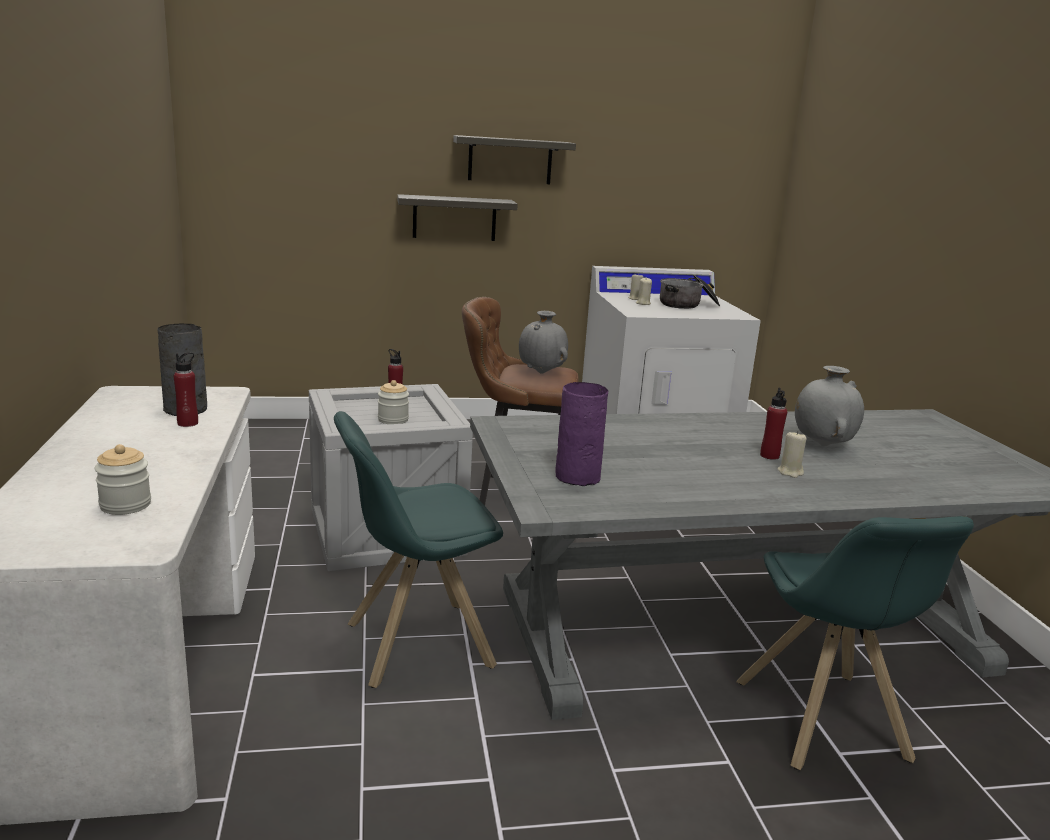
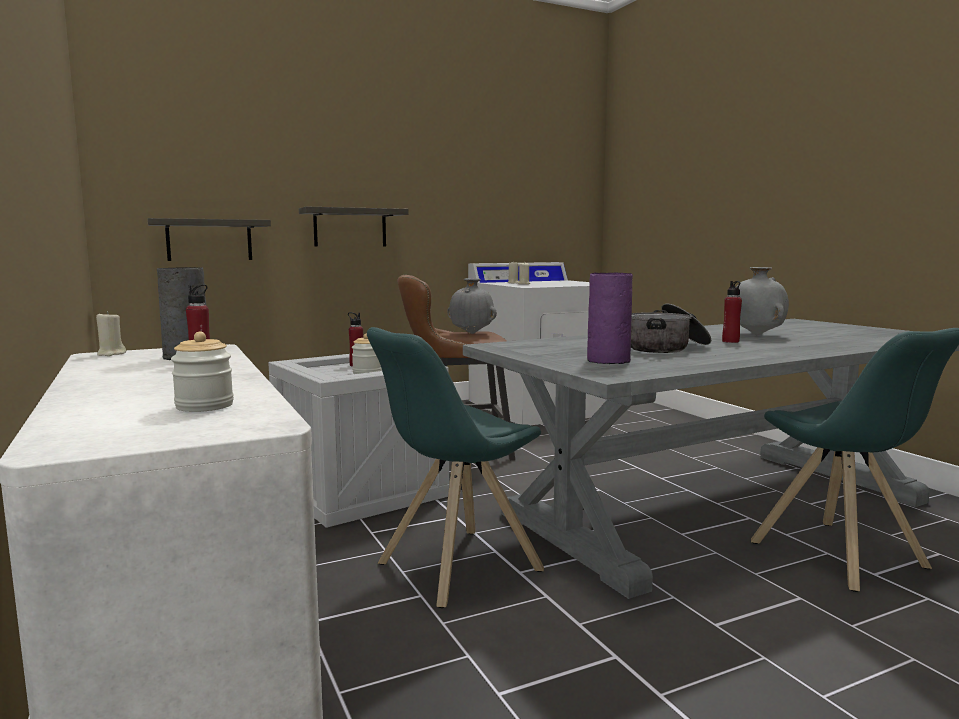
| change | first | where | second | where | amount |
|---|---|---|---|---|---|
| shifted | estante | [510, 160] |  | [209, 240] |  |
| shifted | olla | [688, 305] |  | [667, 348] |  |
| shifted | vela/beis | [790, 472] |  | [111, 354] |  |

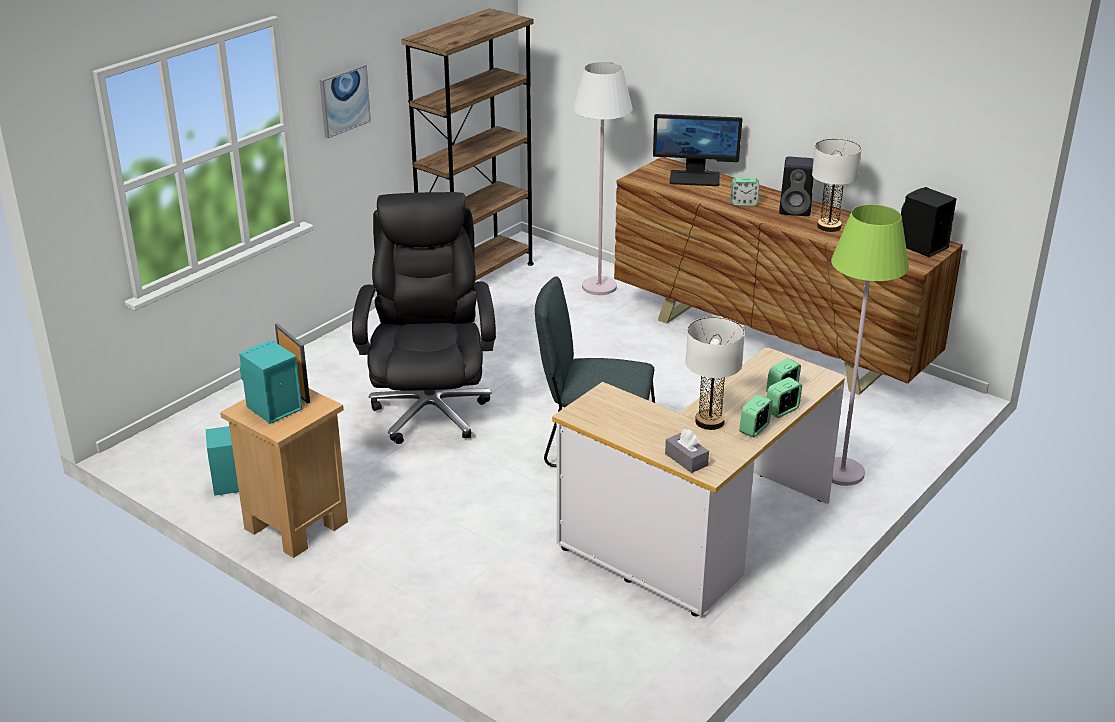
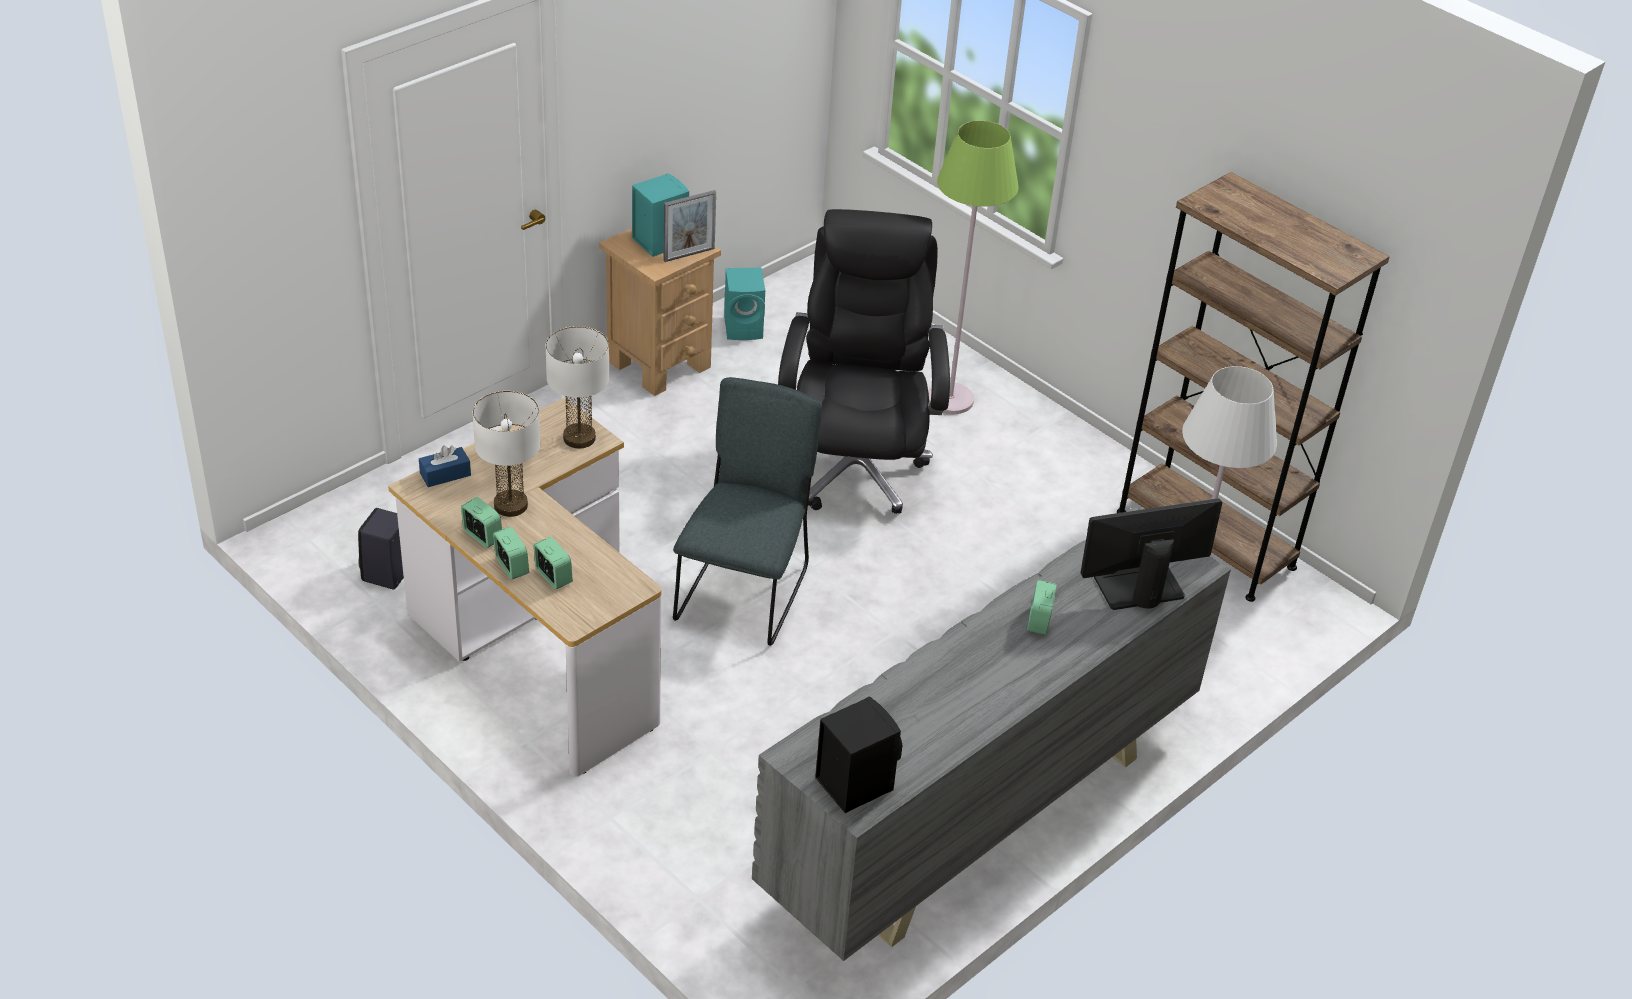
| change | first | where | second | where | amount |
|---|---|---|---|---|---|
| gone | cuadro | [344, 100] |  |  |  |
| rotated | monitor | [695, 178] |  | [1138, 588] | 60 degrees clockwise |
| shifted | lámpara de mesa | [829, 226] |  | [579, 438] |  |
| repainted | armario/marrón | [770, 344] | armario/gris | [981, 819] |  |
| shifted | altavoz/negro | [796, 210] |  | [387, 574] |  |
| rotated | silla de oficina/negro | [430, 410] |  | [856, 467] | 90 degrees counterclockwise |
| shifted | lámpara de pie/verde | [842, 472] |  | [950, 399] |  |
| repainted | caja de pañuelos/gris | [686, 459] | caja de pañuelos/azul | [445, 474] |  |

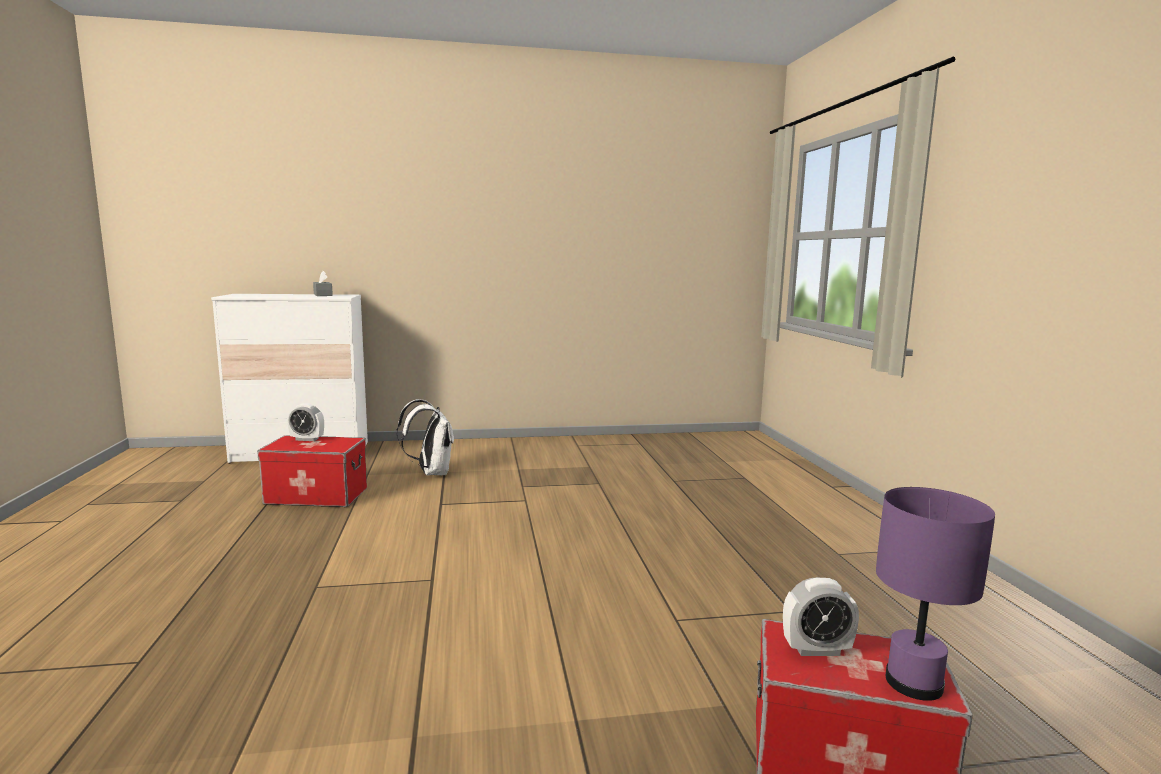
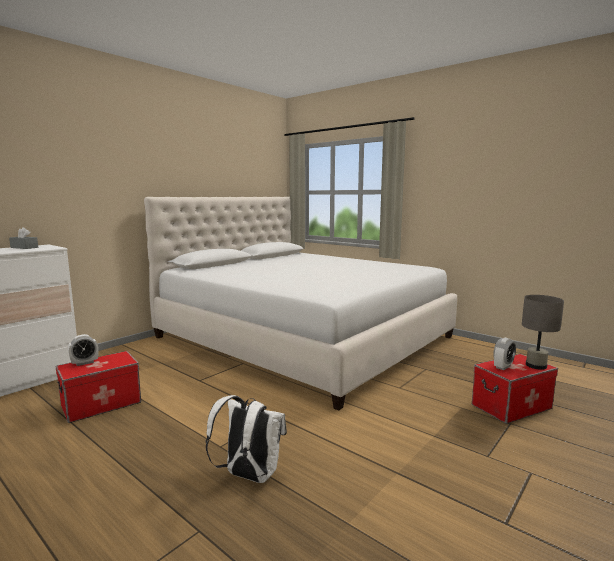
| change | first | where | second | where | amount |
|---|---|---|---|---|---|
| shifted | mochila/blanco | [431, 473] |  | [249, 476] |  |
| repainted | lámpara de mesa/morado | [915, 683] | lámpara de mesa/gris | [536, 365] |  |
| new |  |  | cama/blanco | [303, 337] |  |

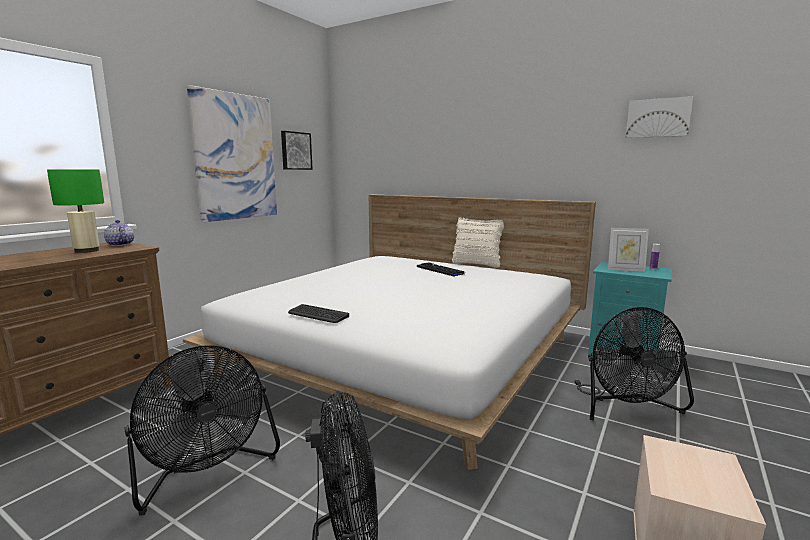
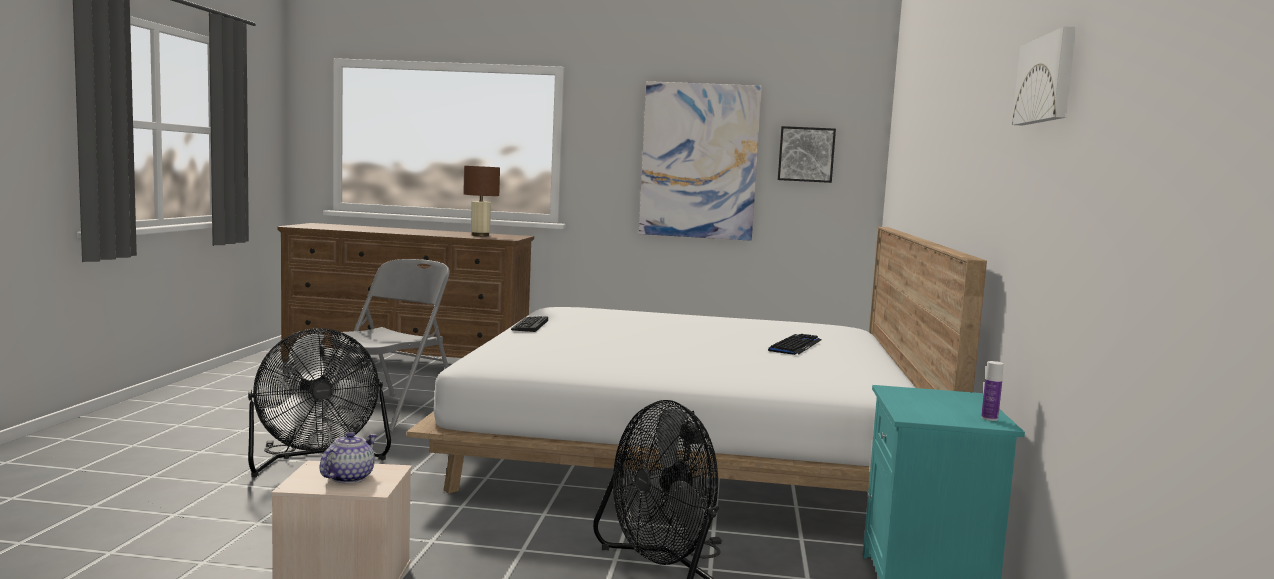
| change | first | where | second | where | amount |
|---|---|---|---|---|---|
| repainted | lámpara de mesa/verde | [86, 251] | lámpara de mesa/marrón | [480, 235] |  |
| gone | cojín/beis | [477, 264] |  |  |  |
| shifted | tetera | [120, 244] |  | [349, 477] |  |
| gone | portarretratos | [625, 270] |  |  |  |
| swapped | ventilador/negro | [201, 472] | silla/gris | [392, 412] |  |

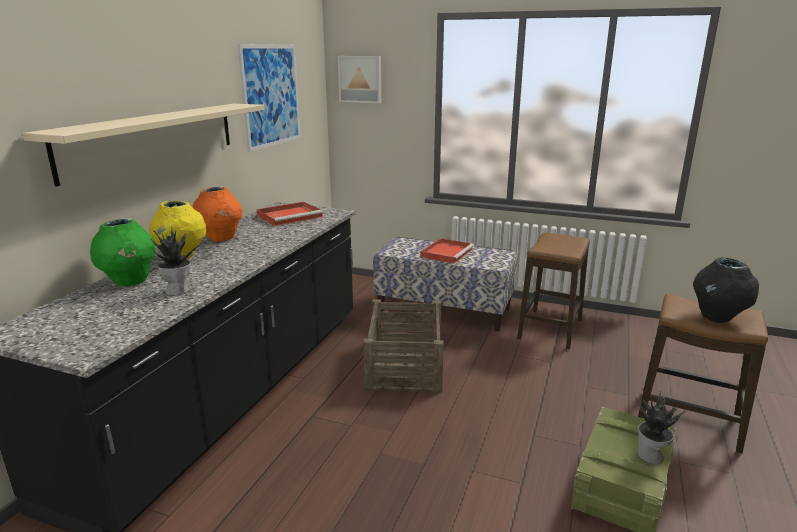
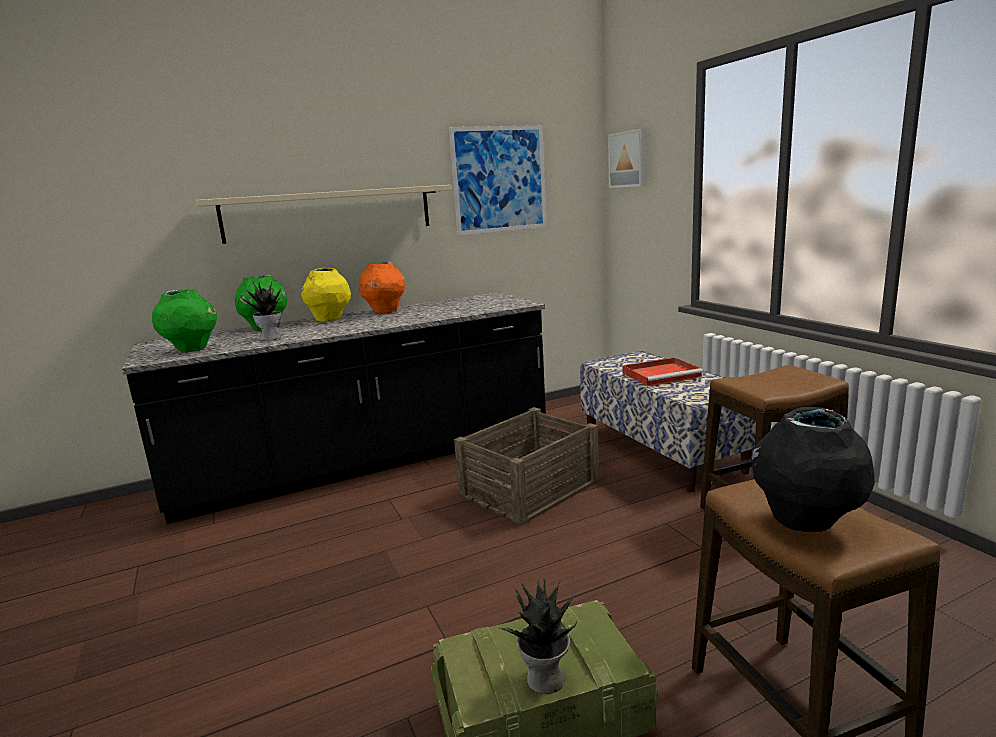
| change | first | where | second | where | amount |
|---|---|---|---|---|---|
| gone | bandeja/rojo | [290, 216] |  |  |  |
| new |  |  | florero/verde | [192, 350] |  |

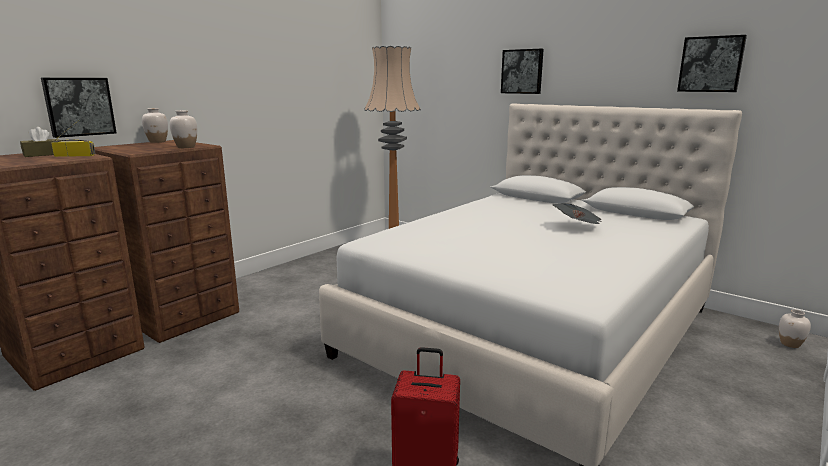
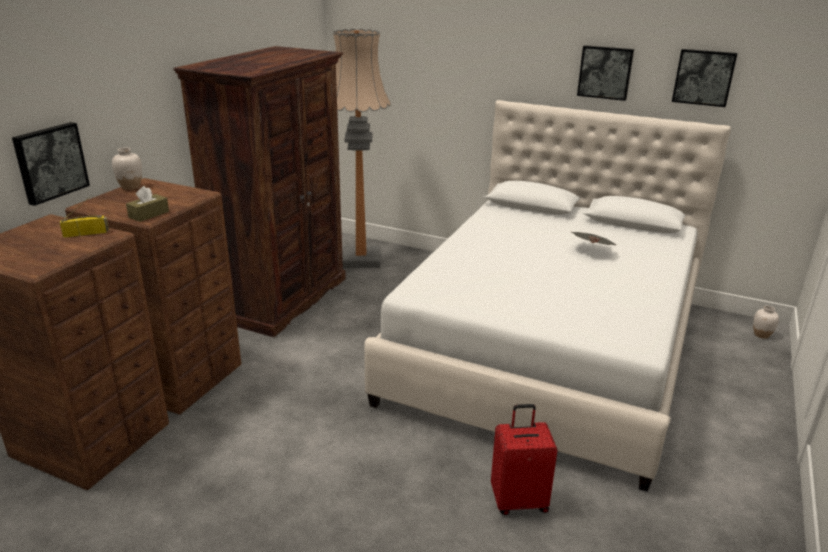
| change | first | where | second | where | amount |
|---|---|---|---|---|---|
| shifted | cuadro | [522, 71] |  | [605, 72] |  |
| gone | florero/blanco | [186, 147] |  |  |  |
| shifted | caja de pañuelos/marrón | [43, 154] |  | [149, 214] |  |
| new |  |  | armario ropero/marrón | [283, 298] |  |

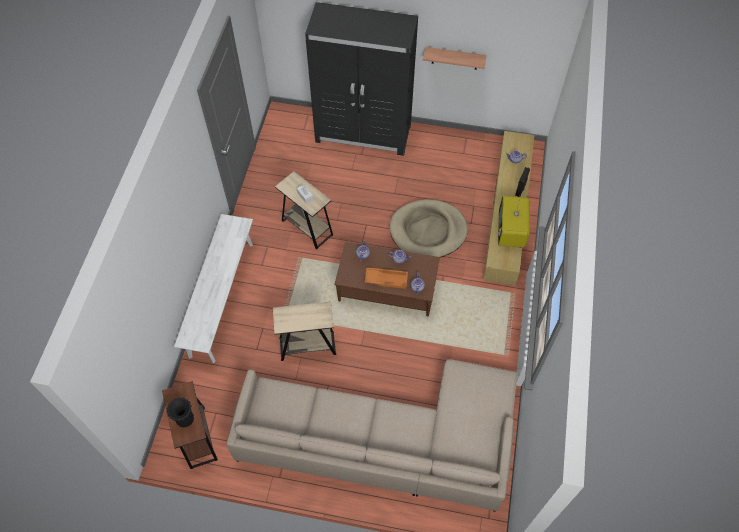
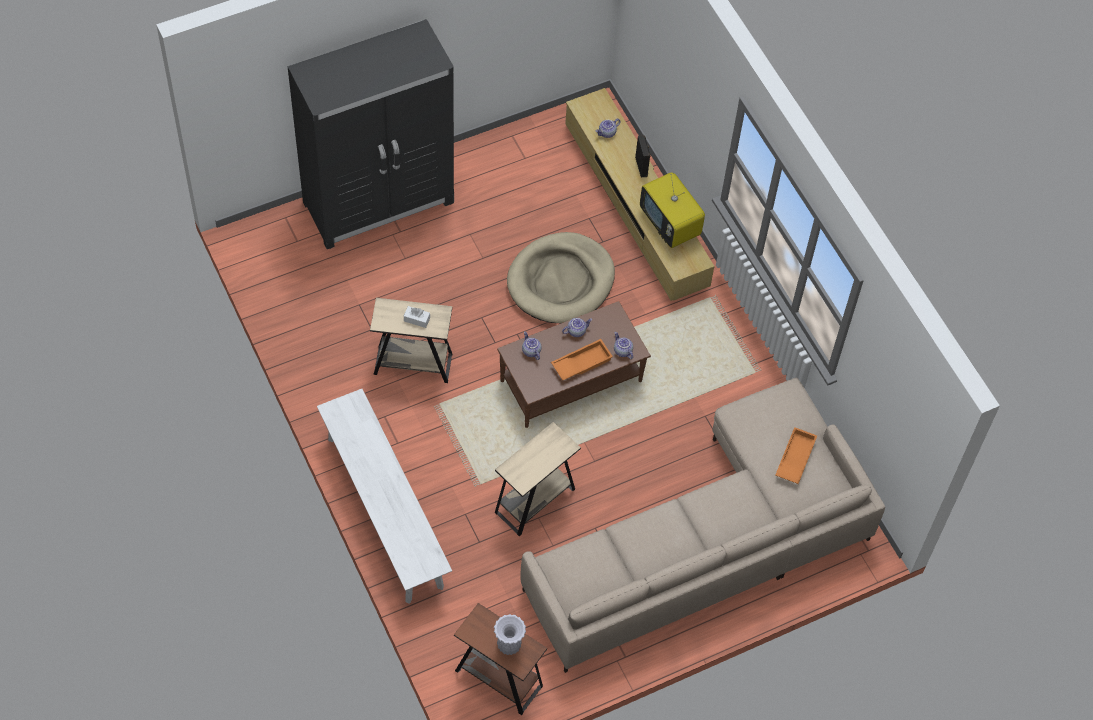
| change | first | where | second | where | amount |
|---|---|---|---|---|---|
| gone | estante | [455, 58] |  |  |  |
| repainted | florero/negro | [185, 419] | florero/blanco | [508, 645] |  |
| new |  |  | bandeja/naranja | [794, 458] |  |

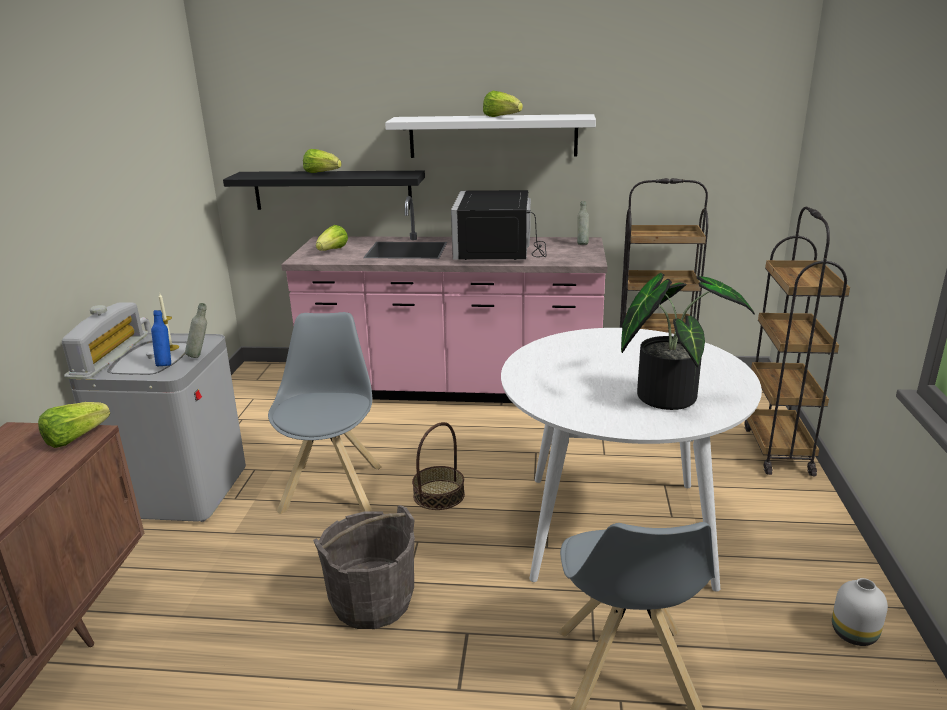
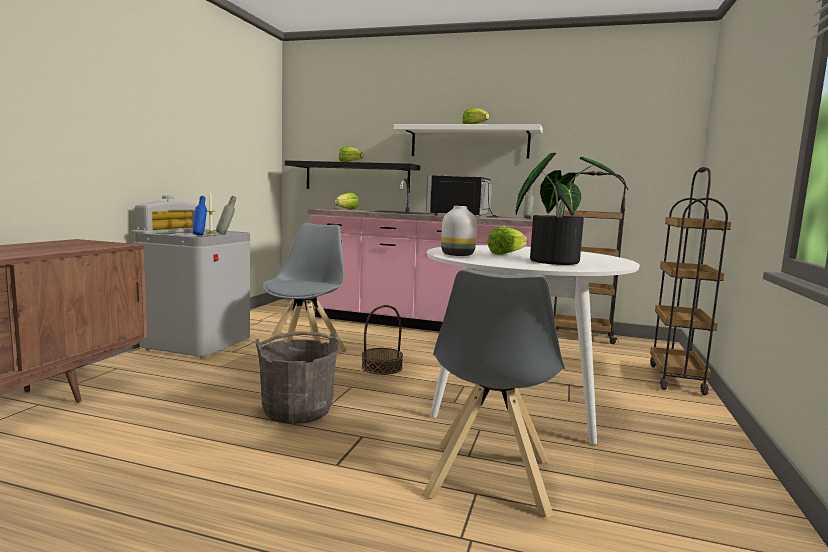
| change | first | where | second | where | amount |
|---|---|---|---|---|---|
| shifted | lechuga | [75, 438] |  | [506, 254] |  |
| shifted | florero/blanco | [853, 634] |  | [456, 255] |  |

